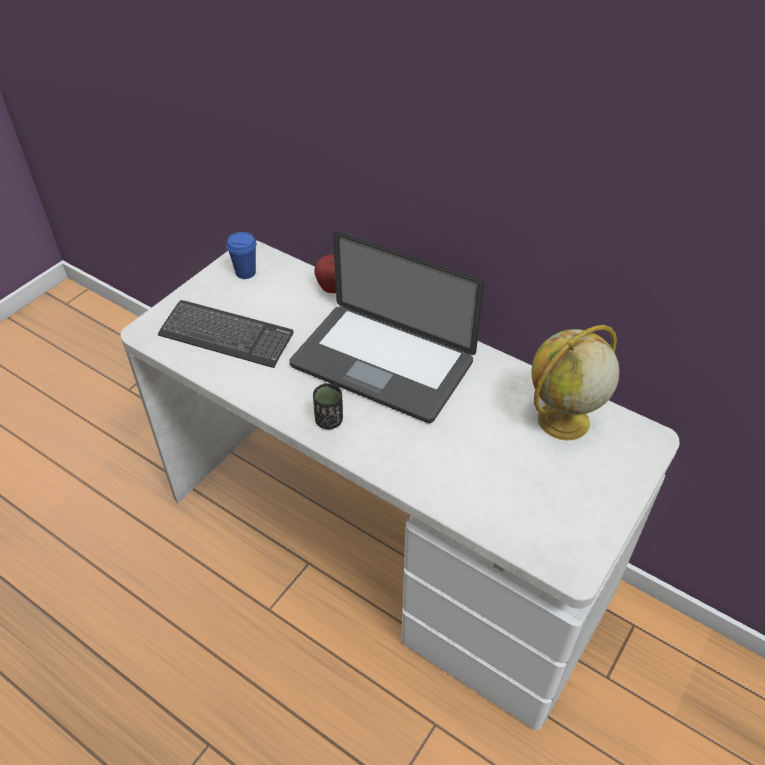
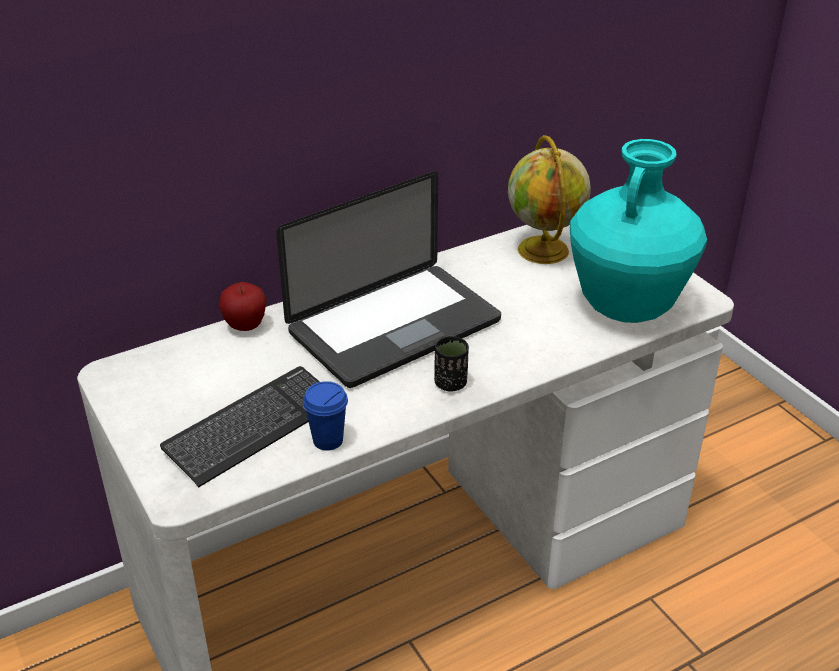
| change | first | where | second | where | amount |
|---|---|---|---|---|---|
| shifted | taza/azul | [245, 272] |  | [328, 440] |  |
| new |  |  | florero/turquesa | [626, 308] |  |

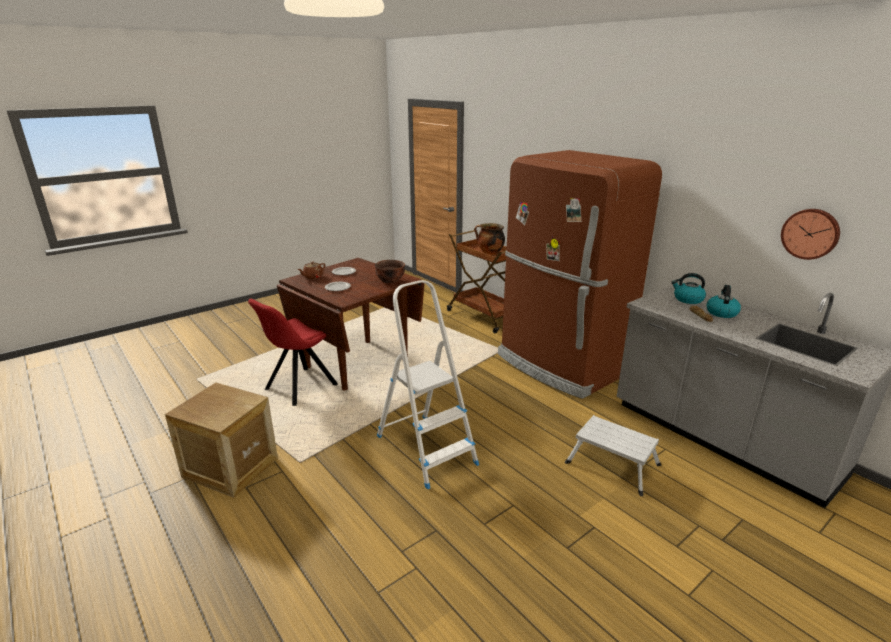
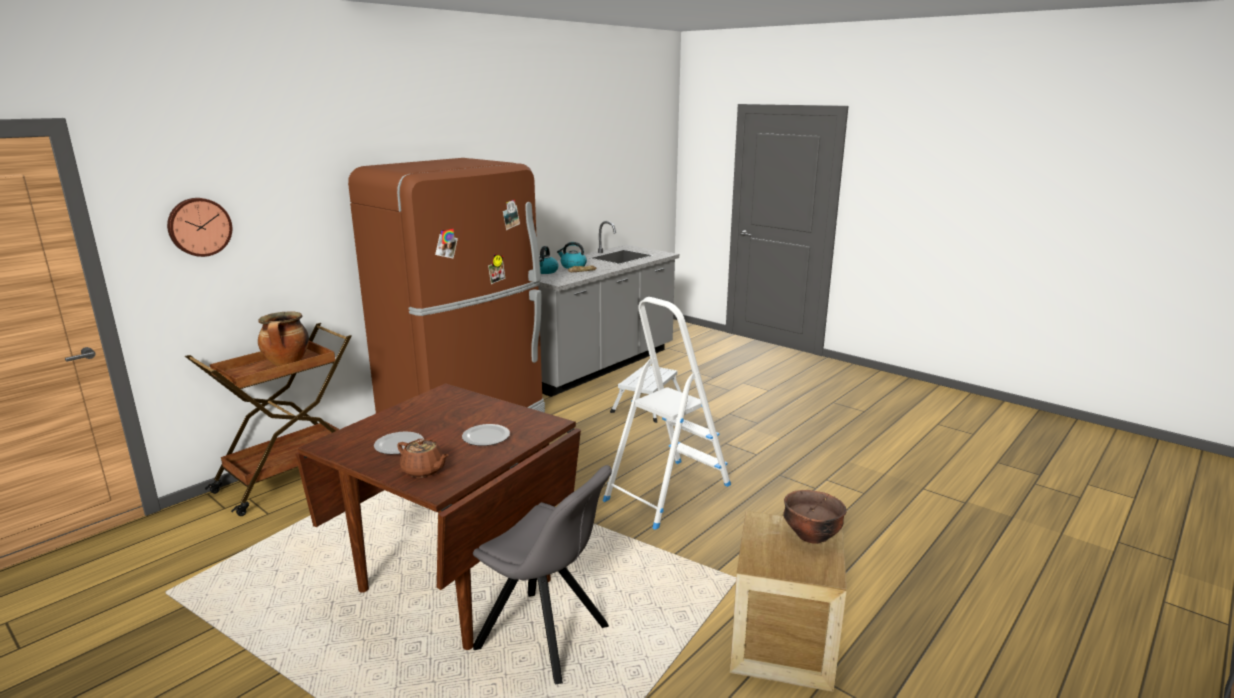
| change | first | where | second | where | amount |
|---|---|---|---|---|---|
| shifted | reloj de pared | [810, 233] |  | [199, 227] |  |
| shifted | cuenco/marrón | [390, 281] |  | [811, 535] |  |
| repainted | silla/rojo | [300, 387] | silla/gris | [543, 637] |  |

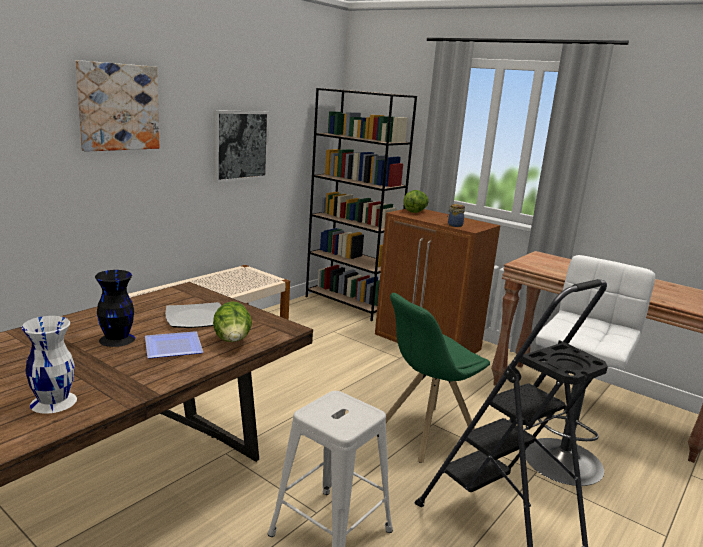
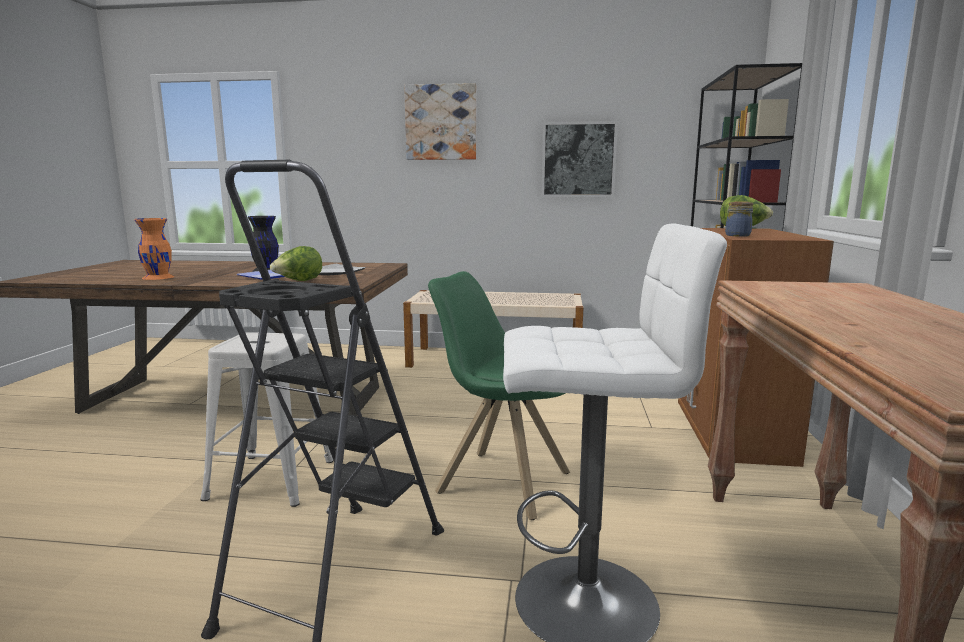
| change | first | where | second | where | amount |
|---|---|---|---|---|---|
| repainted | florero/blanco | [53, 401] | florero/naranja | [158, 277] |  |

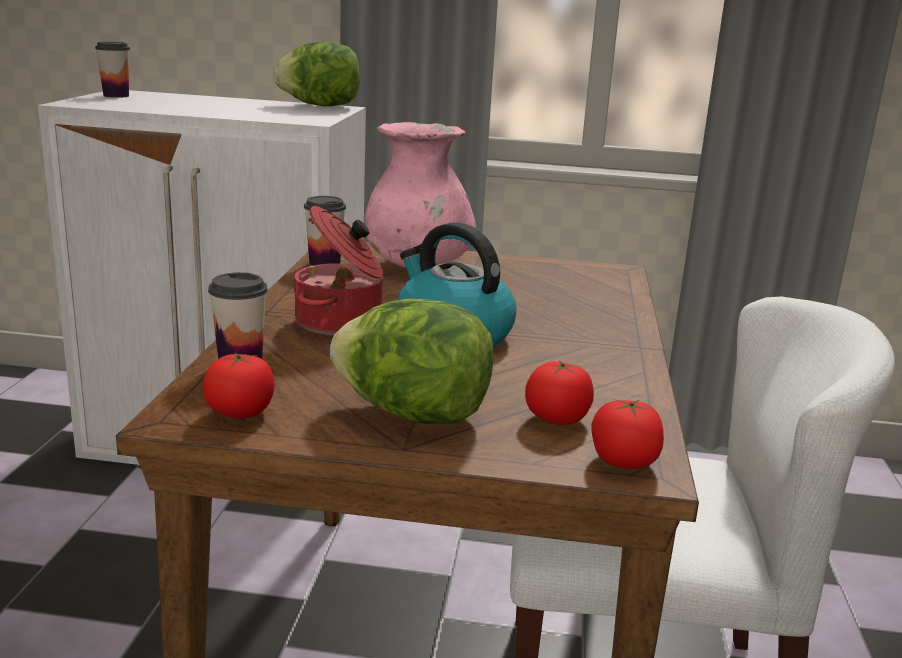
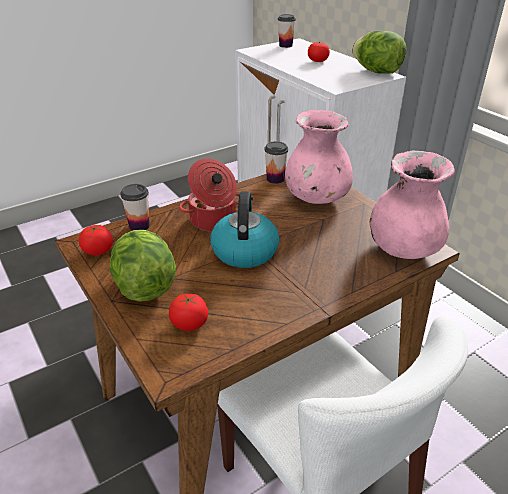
| change | first | where | second | where | amount |
|---|---|---|---|---|---|
| shifted | tomate | [623, 462] |  | [317, 61] |  |
| new |  |  | florero/rosa | [403, 249] |  |

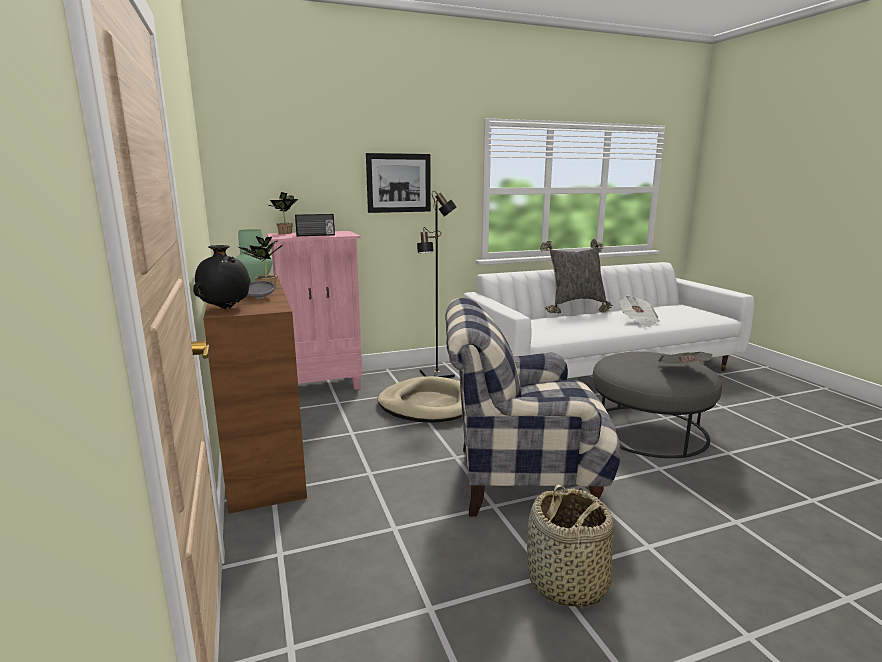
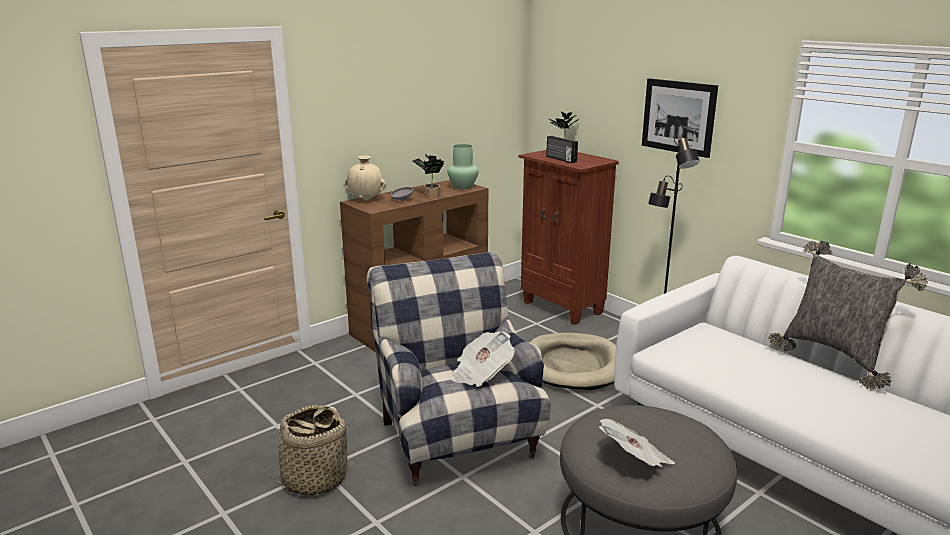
| change | first | where | second | where | amount |
|---|---|---|---|---|---|
| repainted | armario/rosa | [322, 387] | armario/marrón | [561, 308] |  |
| repainted | florero/negro | [226, 308] | florero/beis | [366, 200] |  |
| shifted | periódico | [638, 321] |  | [481, 374] |  |

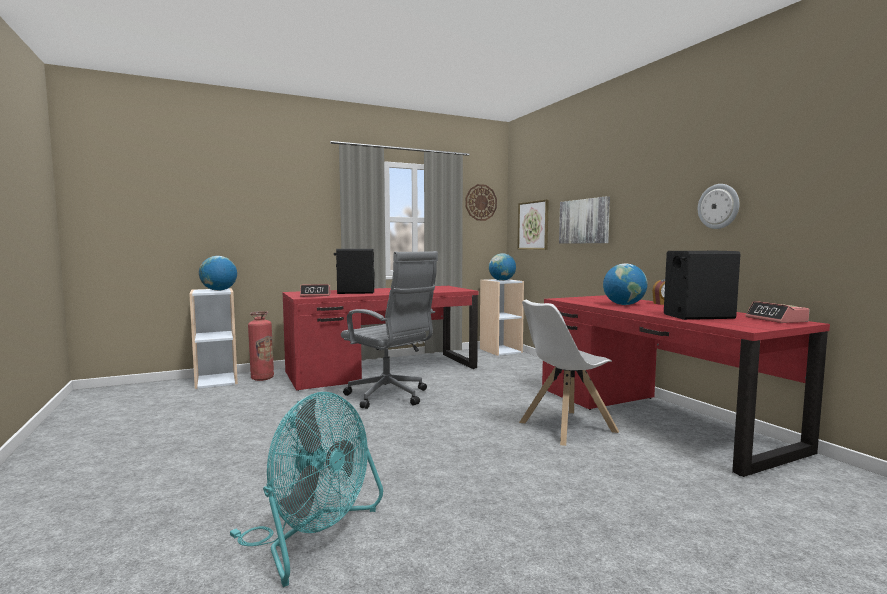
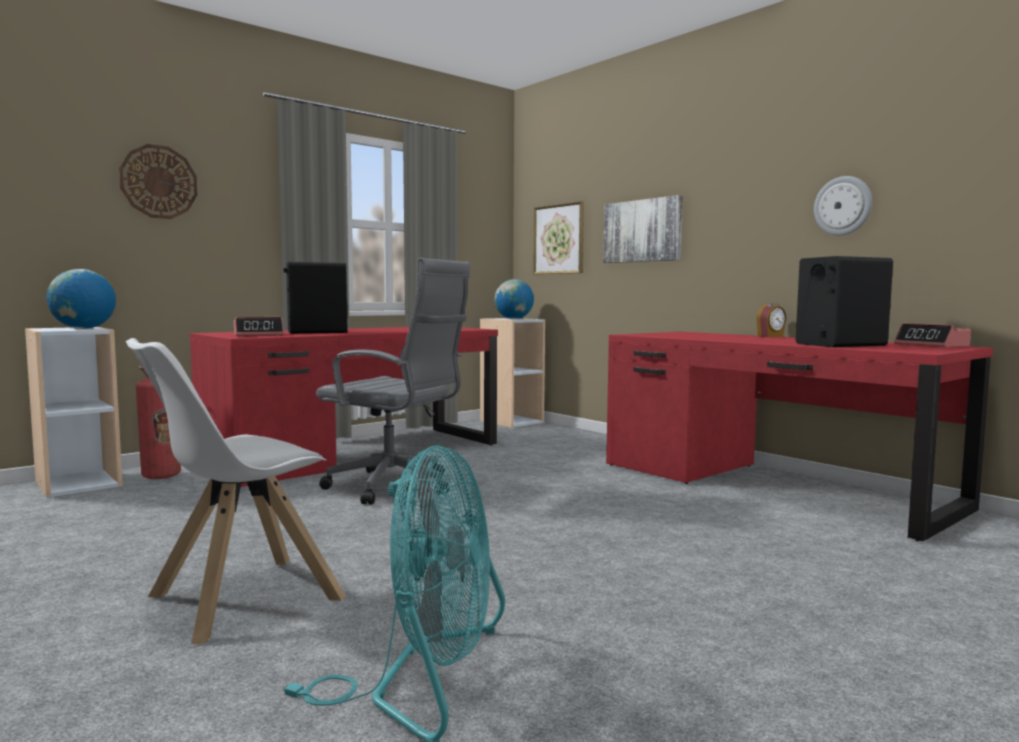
| change | first | where | second | where | amount |
|---|---|---|---|---|---|
| shifted | reloj de pared | [481, 202] |  | [159, 182] |  |
| gone | globo terráqueo | [624, 305] |  |  |  |
| shifted | silla | [565, 428] |  | [240, 599] |  |

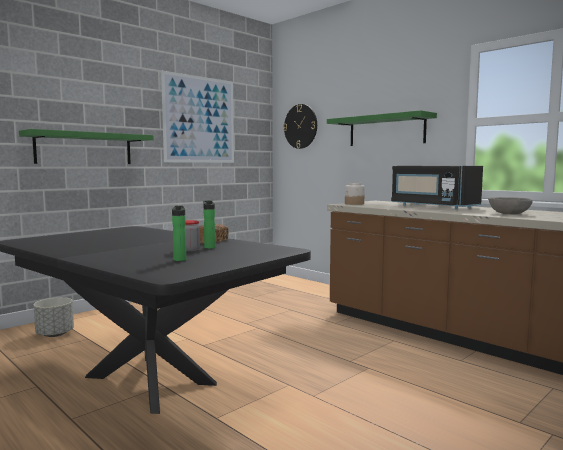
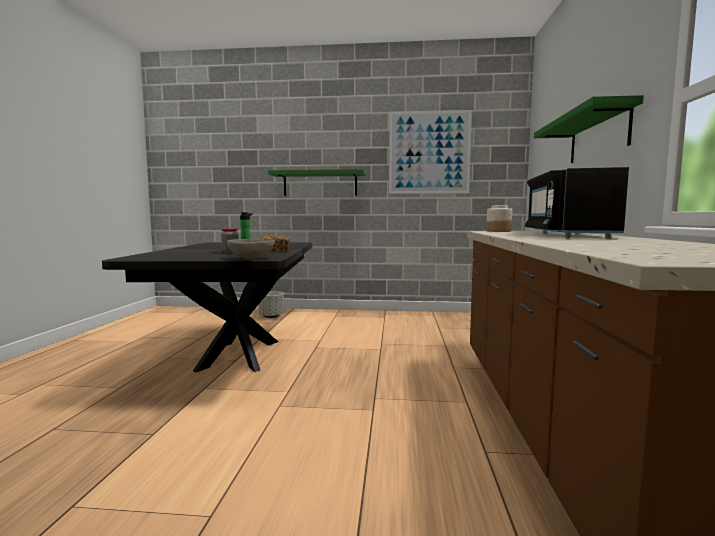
| change | first | where | second | where | amount |
|---|---|---|---|---|---|
| gone | reloj de pared | [300, 126] |  |  |  |
| shifted | cuenco/gris | [509, 214] |  | [251, 258] |  |
| gone | botella | [180, 259] |  |  |  |

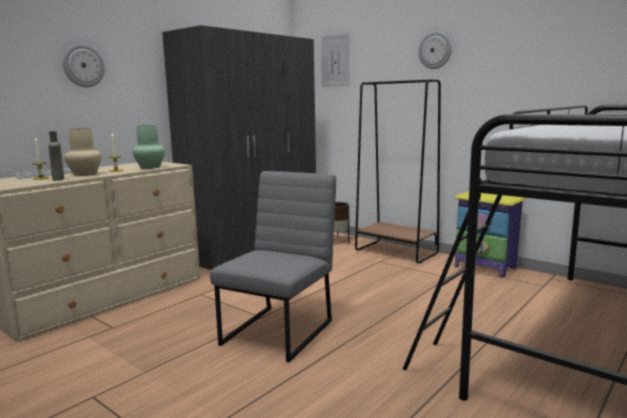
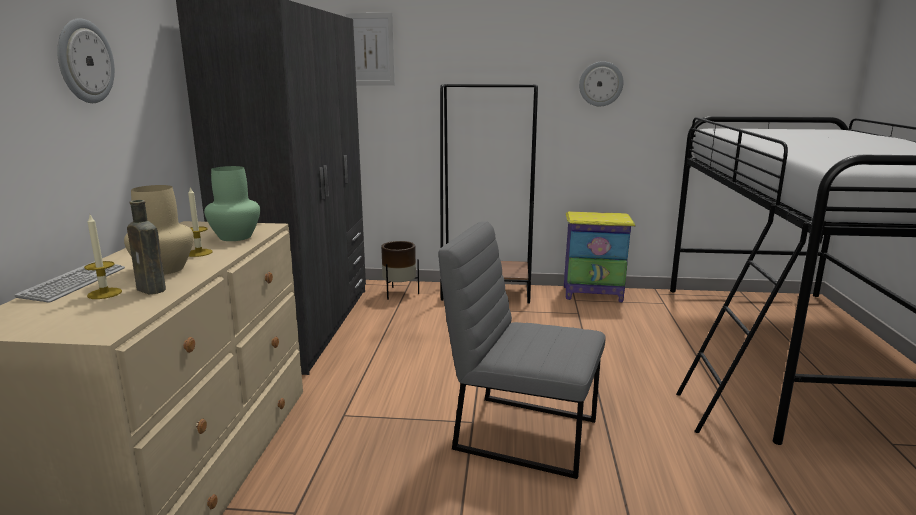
| change | first | where | second | where | amount |
|---|---|---|---|---|---|
| shifted | reloj de pared | [435, 50] |  | [601, 84] |  |
| rotated | silla/gris | [280, 331] |  | [522, 432] | 60 degrees counterclockwise |

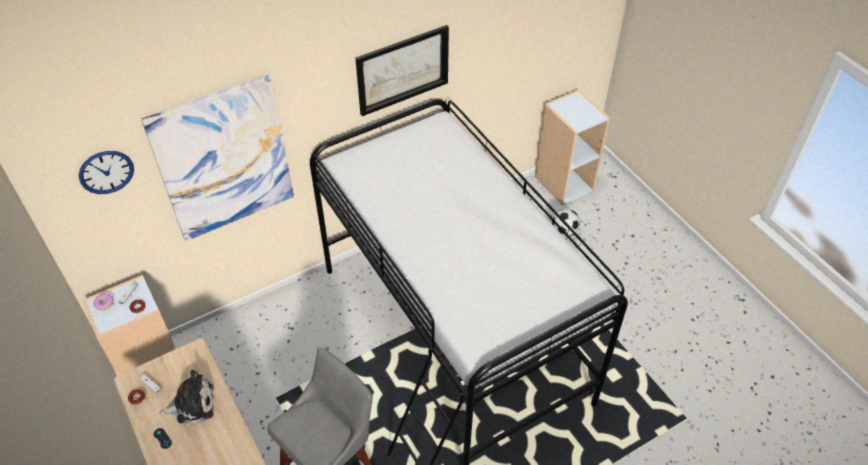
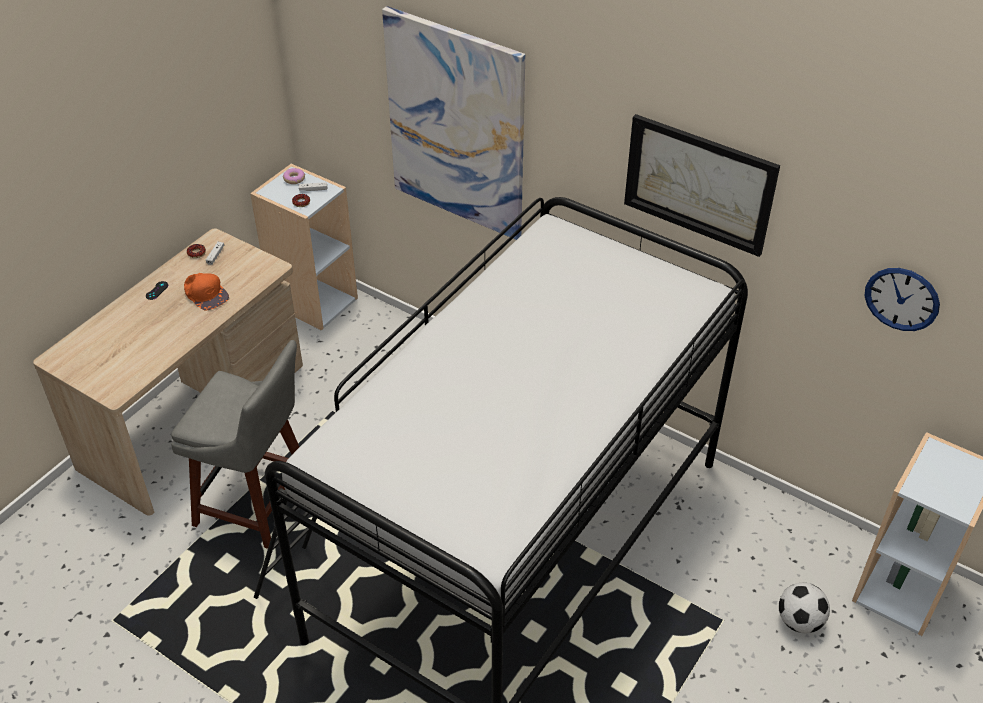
| change | first | where | second | where | amount |
|---|---|---|---|---|---|
| shifted | reloj de pared | [106, 172] |  | [902, 299] |  |
| swapped | peluche | [192, 404] | gorra/naranja | [206, 293] |  |

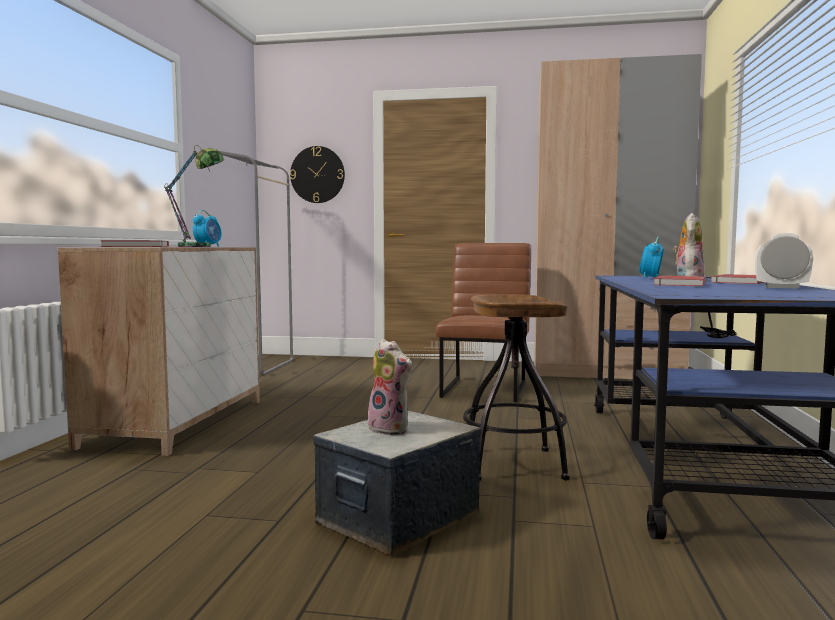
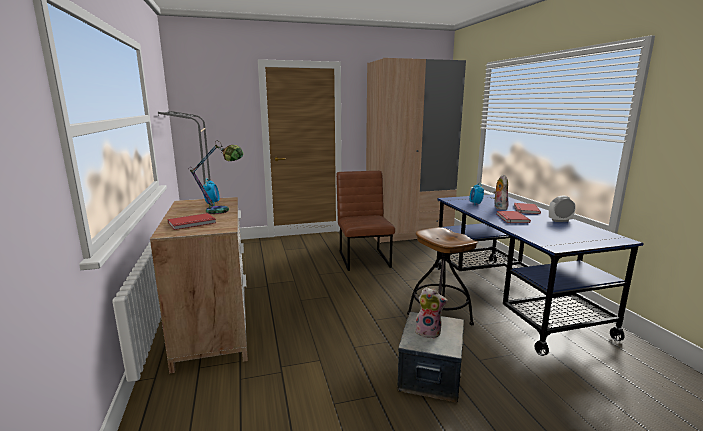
| change | first | where | second | where | amount |
|---|---|---|---|---|---|
| gone | reloj de pared | [317, 174] |  |  |  |

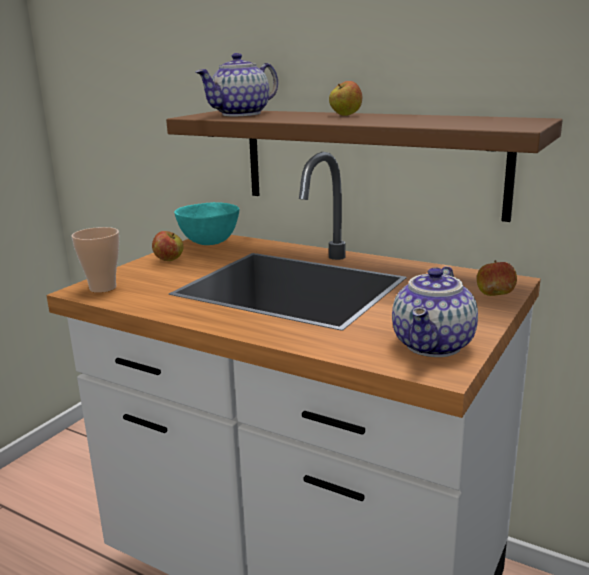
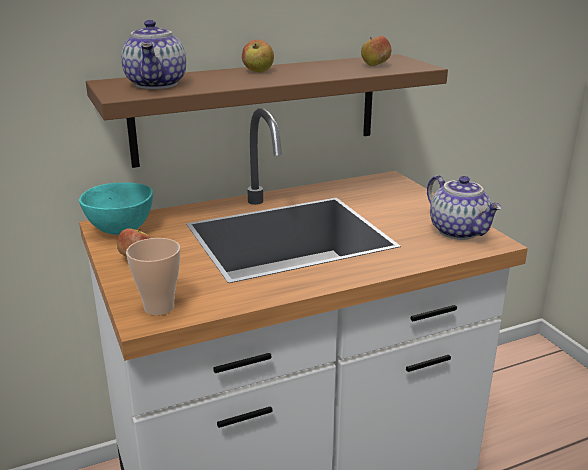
| change | first | where | second | where | amount |
|---|---|---|---|---|---|
| shifted | manzana | [495, 295] |  | [375, 66] |  |

